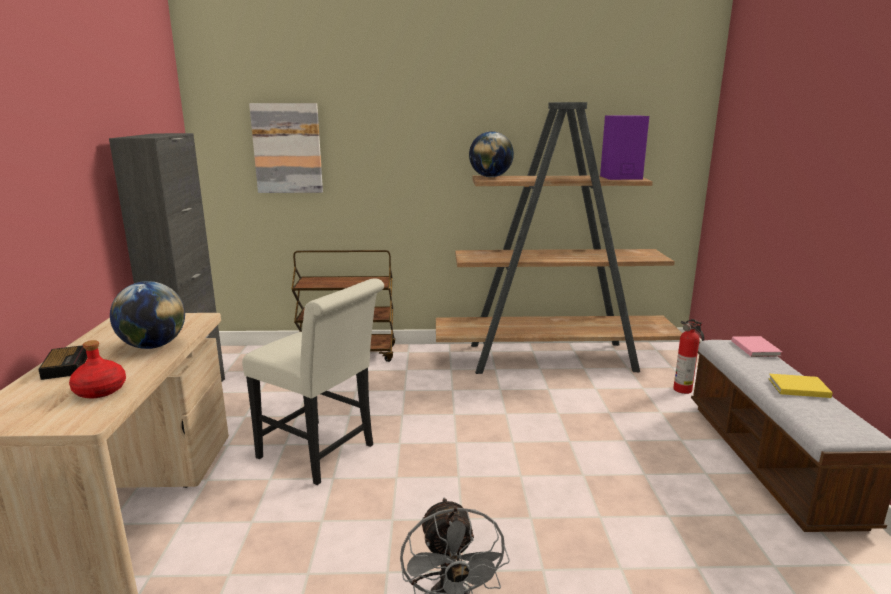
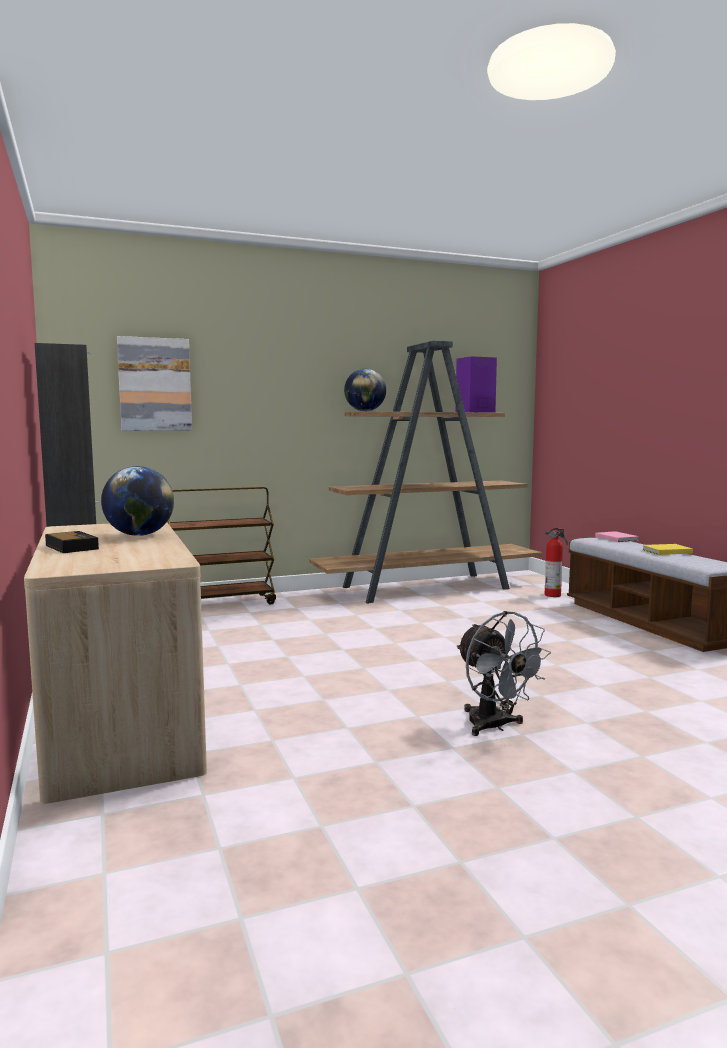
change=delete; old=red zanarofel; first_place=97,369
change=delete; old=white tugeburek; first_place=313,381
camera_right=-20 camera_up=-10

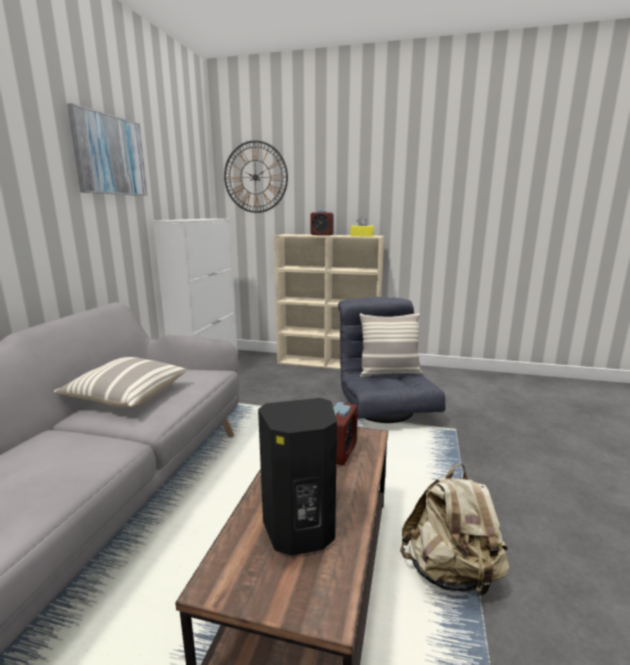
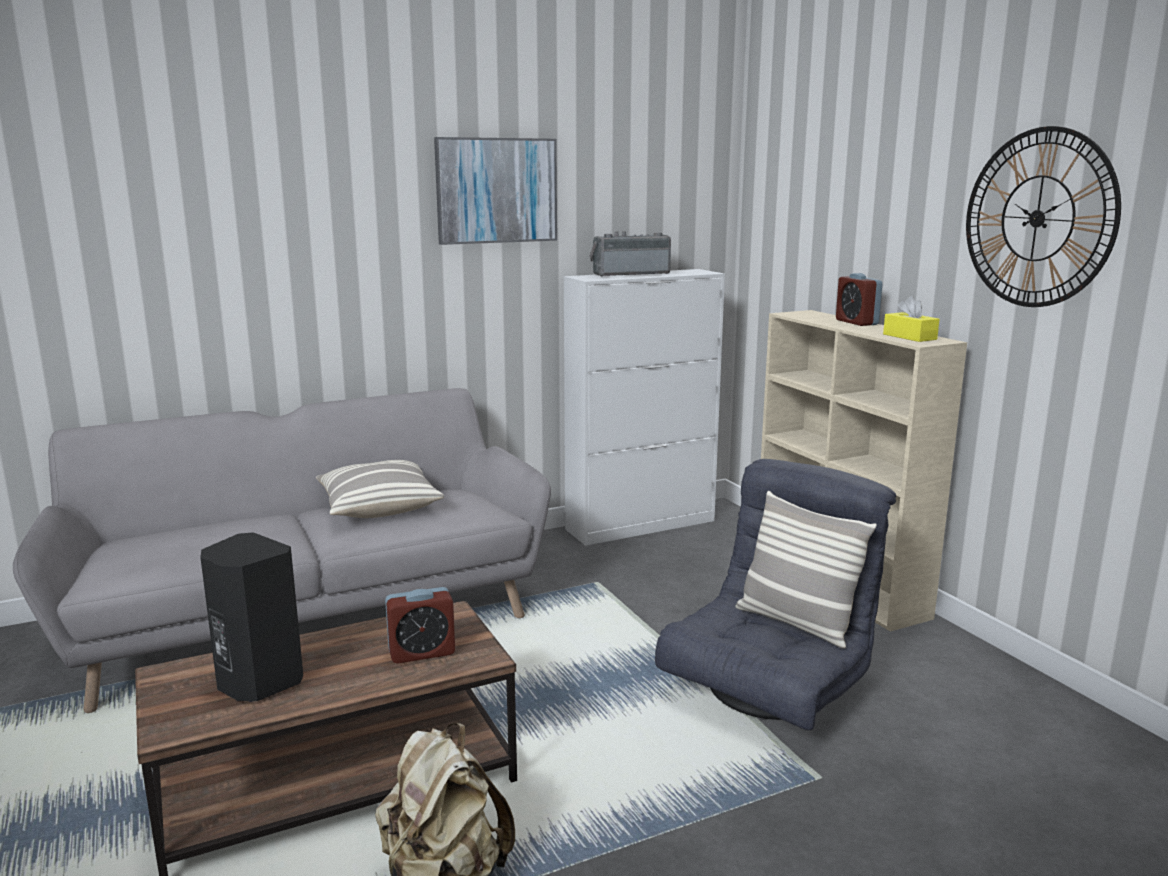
change=insert; new=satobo; second_place=630,254
change=move; old=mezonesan; first_place=256,176; second_place=1043,216
camera_right=50 camera_up=0

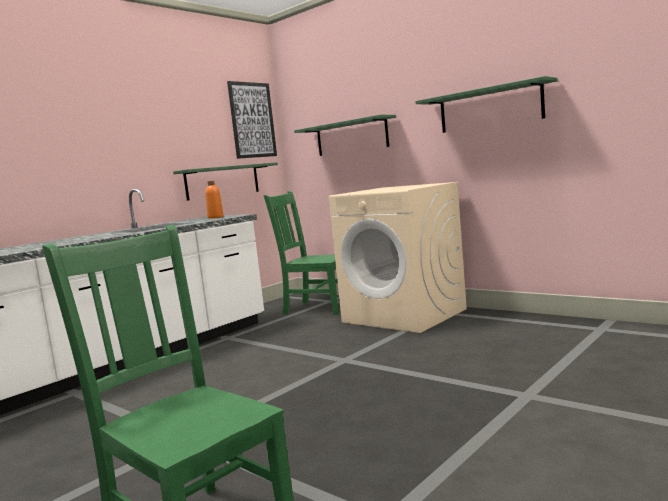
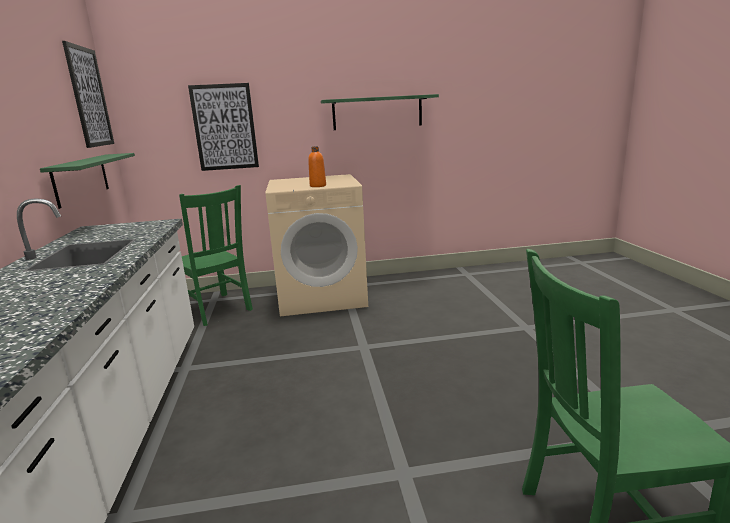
change=rotate; old=green tugeburek; first_place=301,253; second_place=216,255; degrees=-105
change=replace; old=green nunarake; new=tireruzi; first_place=345,135; second_place=223,127
change=move; old=orange zanarofel; first_place=214,200; second_place=317,166
camera_right=-50 camera_up=10

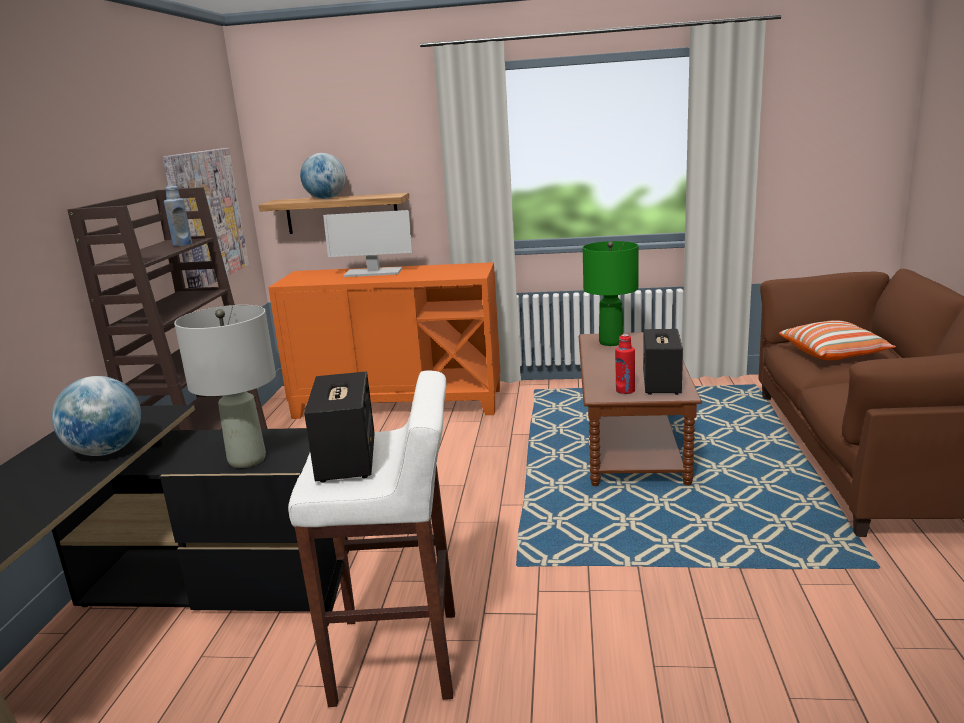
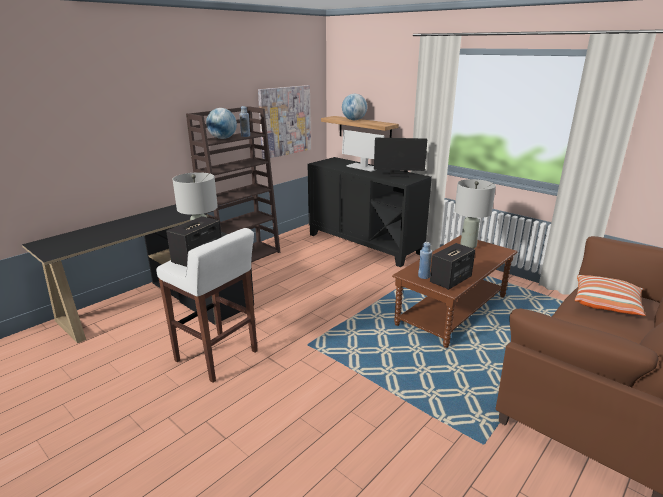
change=move; old=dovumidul; first_place=96,416; second_place=221,123
change=recolor; old=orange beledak; new=black beledak; first_place=384,340; second_place=369,212
change=insert; new=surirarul; second_place=400,157
change=recolor; old=red zanarofel; new=blue zanarofel; first_place=625,364; second_place=425,260
change=recolor; old=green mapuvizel; new=grey mapuvizel; first_place=611,293; second_place=475,214
camera_right=35 camera_up=5

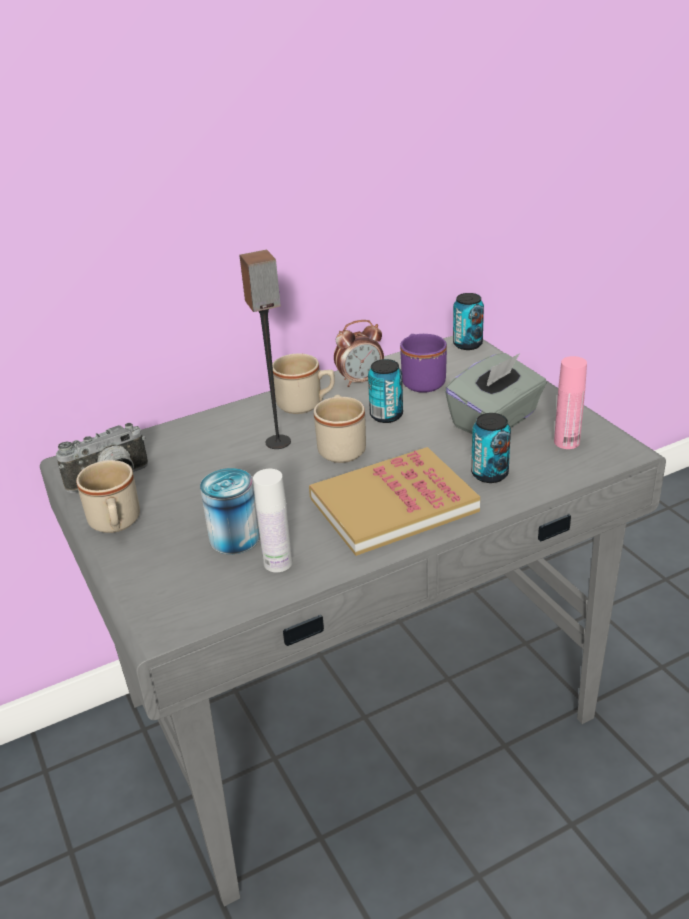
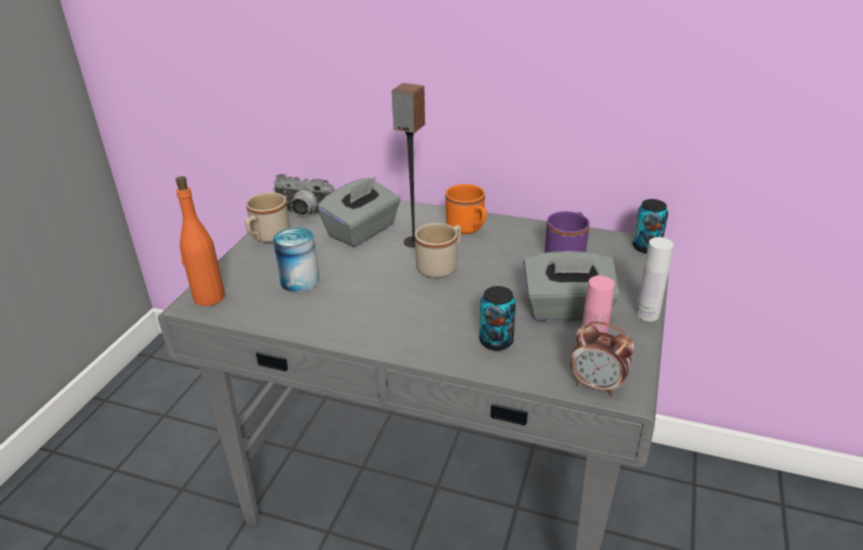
change=insert; new=orange zanarofel; second_place=200,241
change=insert; new=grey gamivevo; second_place=359,212
change=recolor; old=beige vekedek; new=orange vekedek; first_place=303,383; second_place=466,209
change=move; old=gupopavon; first_place=359,353; second_place=602,358
change=move; old=white zanarofel; first_place=273,520; second_place=655,279
change=delete; old=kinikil; first_place=394,501
change=delete; old=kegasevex; first_place=385,391
camera_right=45 camera_up=0

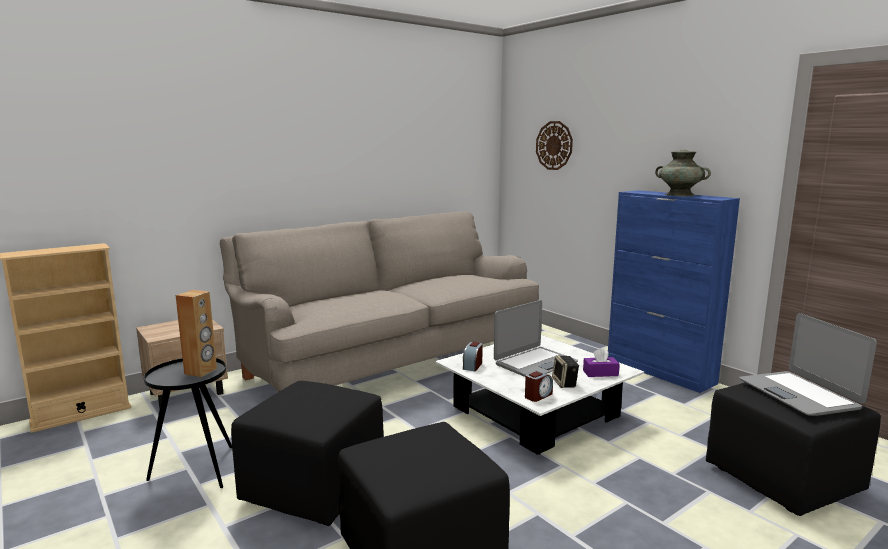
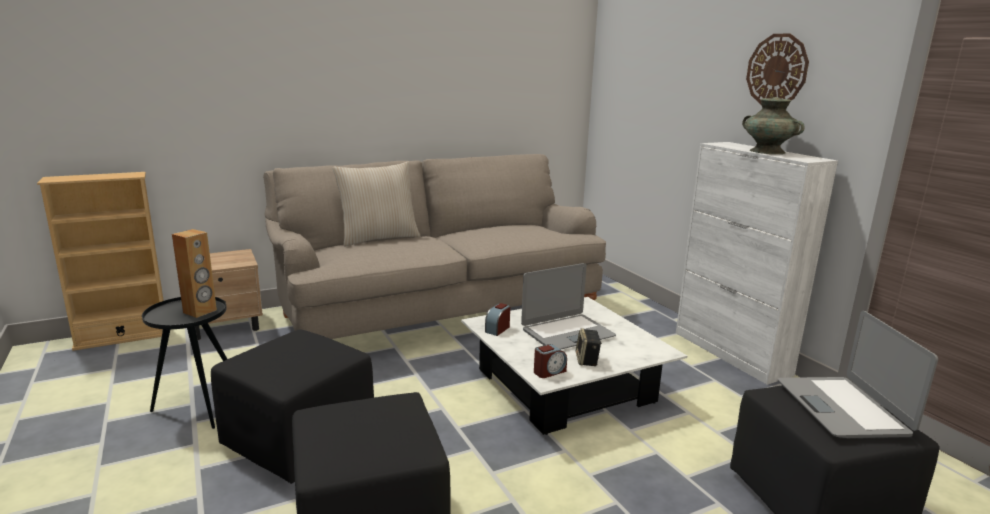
change=insert; new=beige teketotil; second_place=376,203
change=recolor; old=blue beledak; new=white beledak; first_place=674,291; second_place=757,263
change=move; old=mezonesan; first_place=554,145; second_place=777,68
change=delete; old=purple gamivevo; first_place=601,362
camera_right=10 camera_up=5

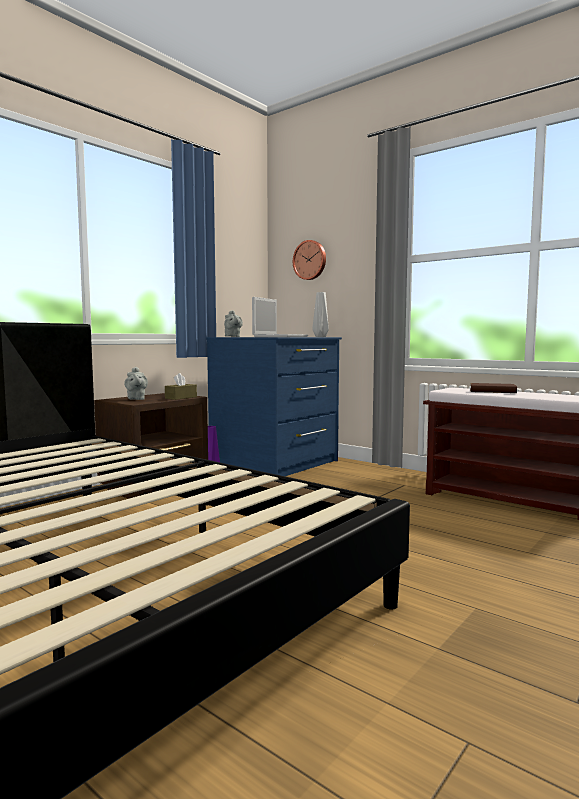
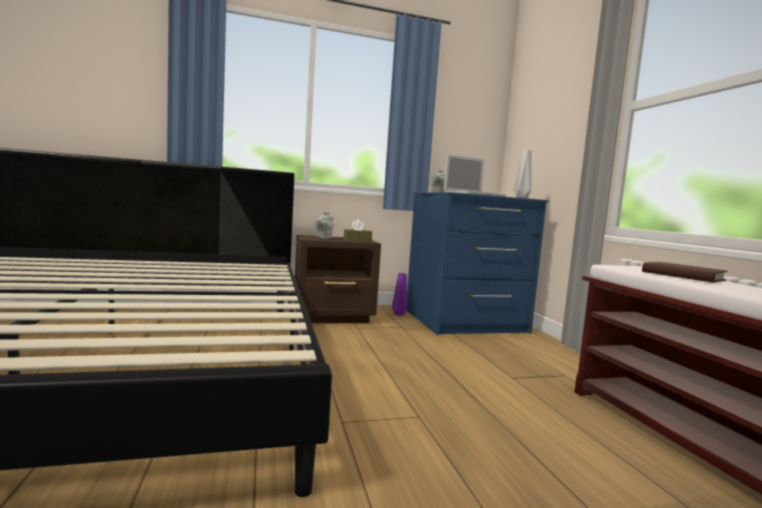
change=delete; old=mezonesan; first_place=309,260
camera_right=35 camera_up=0

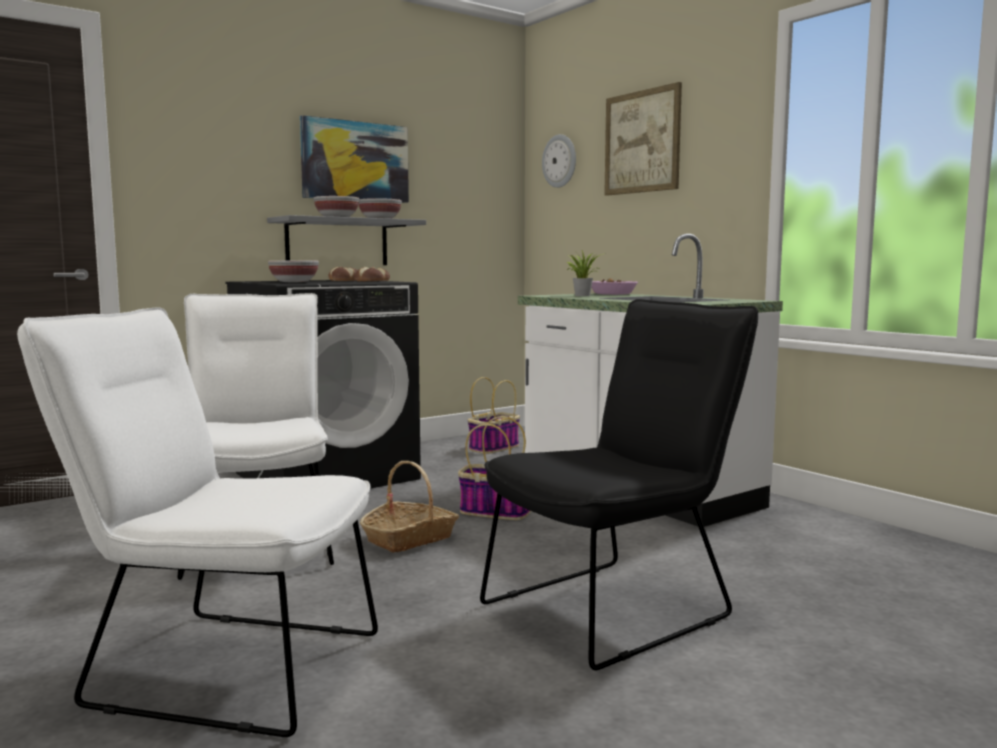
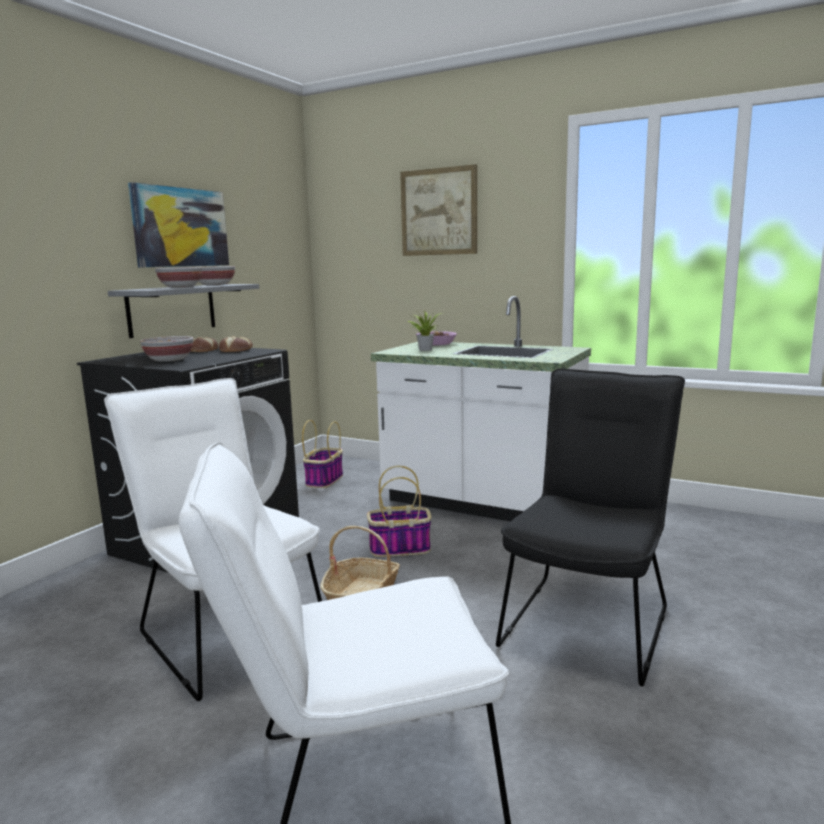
change=delete; old=mezonesan; first_place=559,161
camera_right=-25 camera_up=5

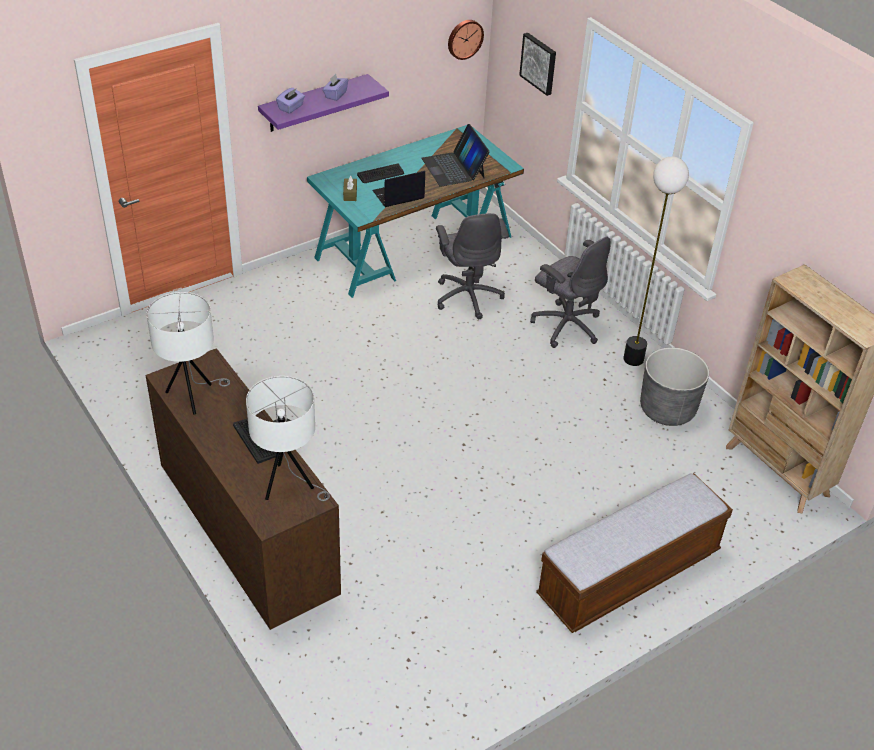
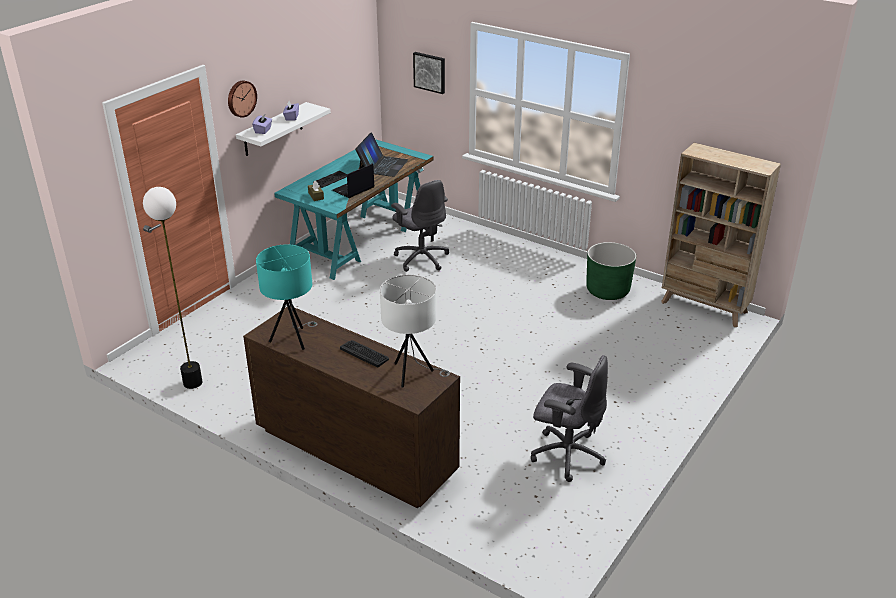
change=move; old=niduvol; first_place=656,261; second_place=173,288
change=move; old=mezonesan; first_place=466,40; second_place=242,99
change=recolor; old=purple nunarake; new=white nunarake; first_place=323,103; second_place=283,129
change=recolor; old=white mapuvizel; new=turquoise mapuvizel; first_place=188,353; second_place=286,297
change=rotate; old=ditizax; first_place=455,155; second_place=381,154; degrees=-120
change=move; old=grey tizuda; first_place=570,292; second_place=569,418
change=recolor; old=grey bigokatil; new=green bigokatil; first_place=674,386; second_place=611,271
change=delete; old=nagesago; first_place=634,553
camera_right=-20 camera_up=-10

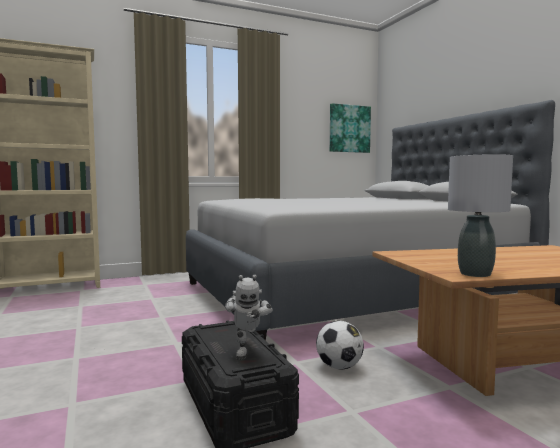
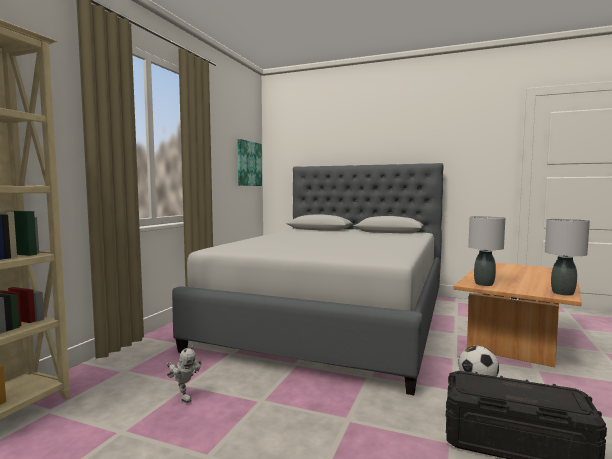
change=move; old=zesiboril; first_place=249,317; second_place=183,374
change=insert; new=grey mapuvizel; second_place=486,251
camera_right=-45 camera_up=0

